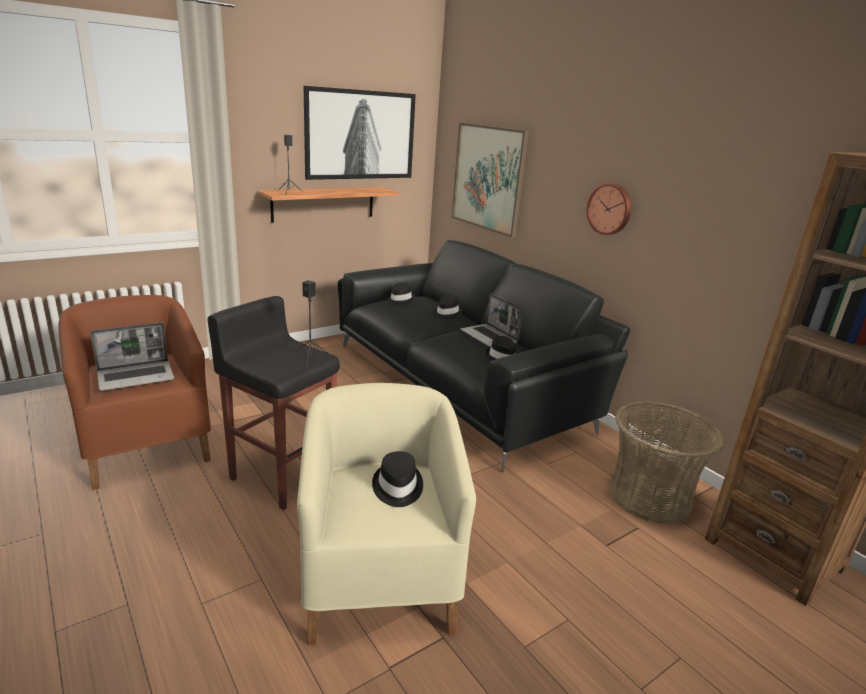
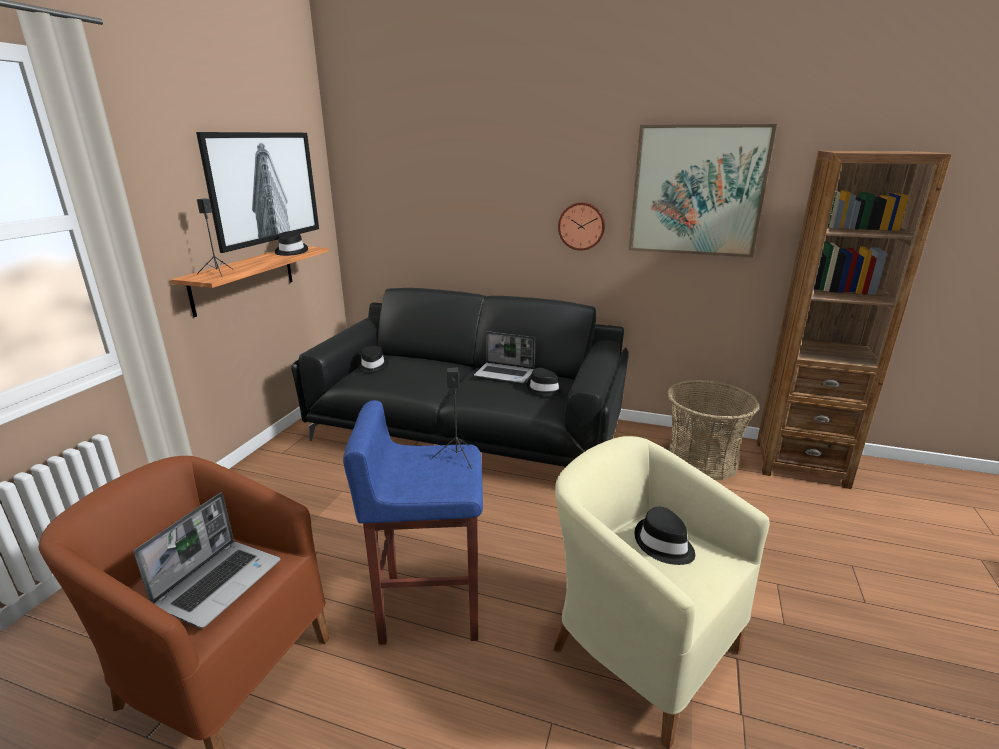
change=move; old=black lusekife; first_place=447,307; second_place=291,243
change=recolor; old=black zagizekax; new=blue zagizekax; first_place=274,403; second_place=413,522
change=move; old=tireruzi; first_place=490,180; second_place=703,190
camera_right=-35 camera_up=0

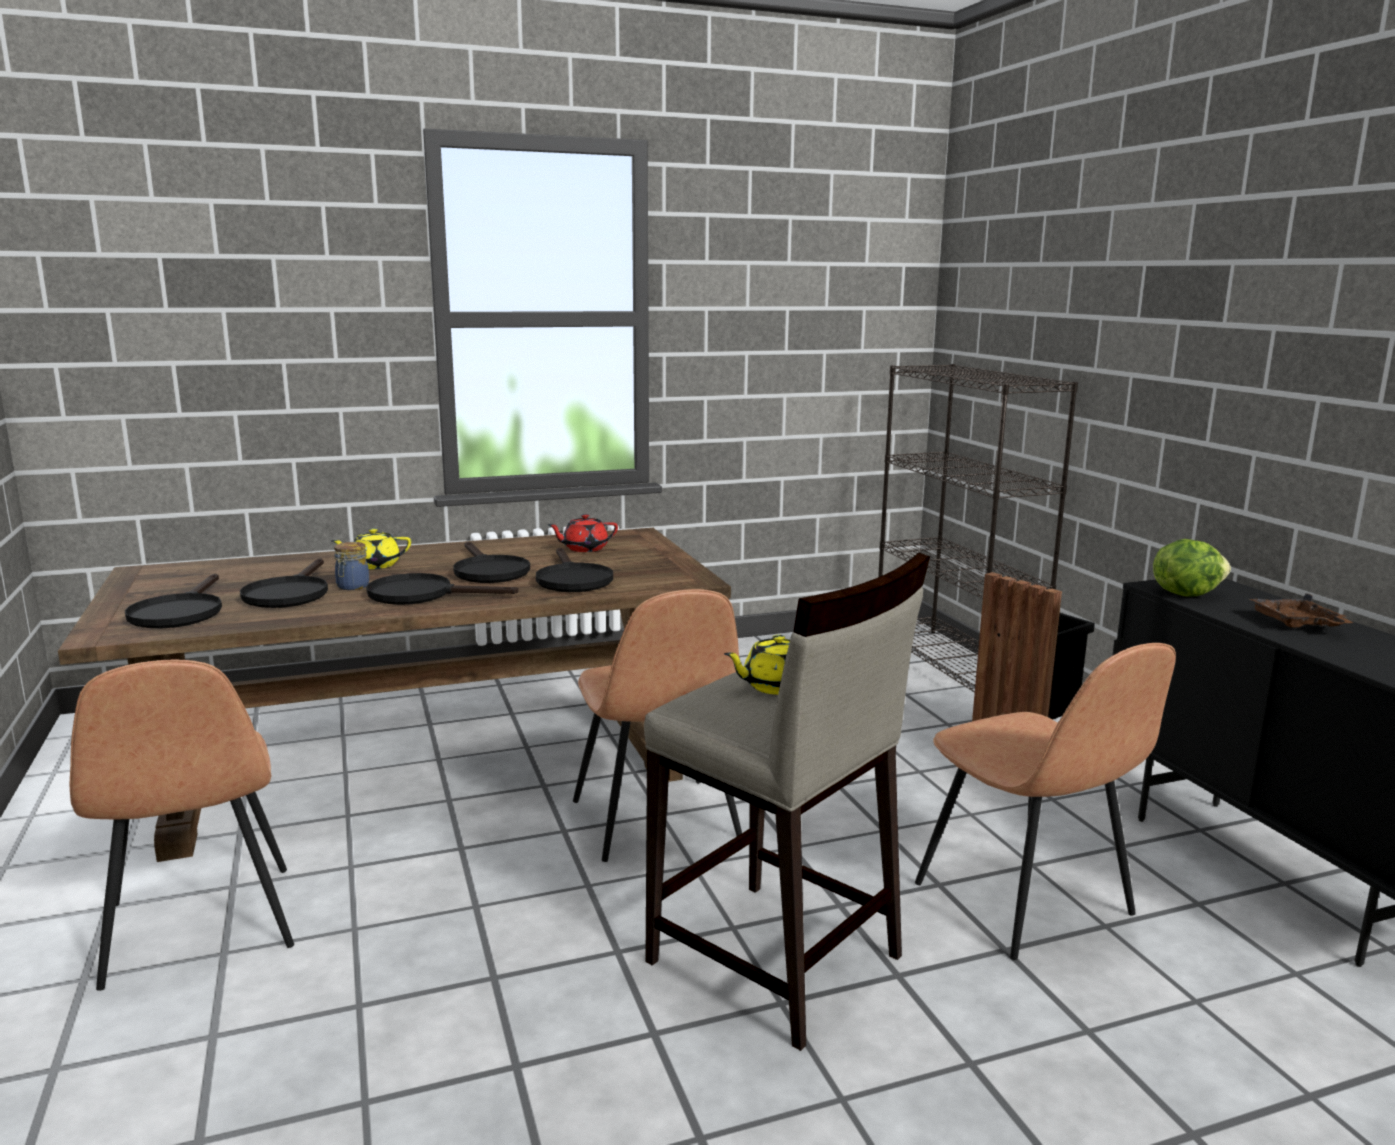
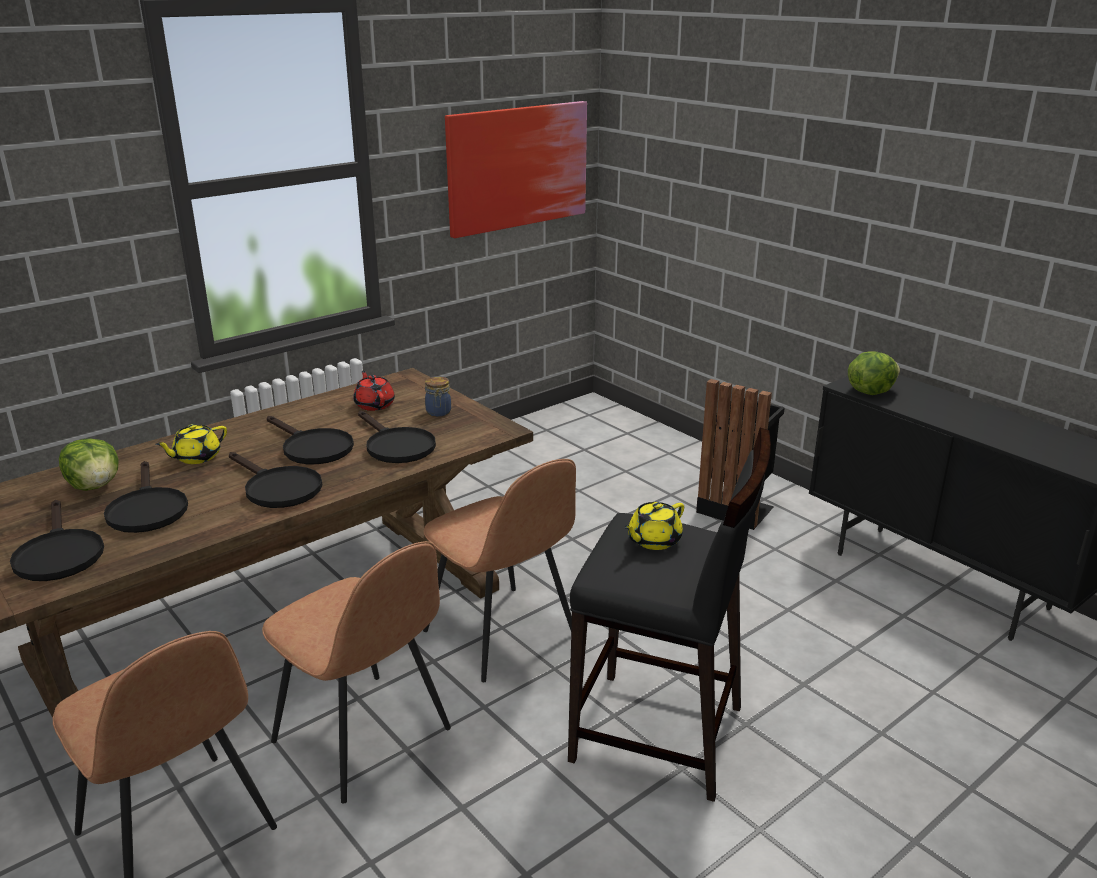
change=insert; new=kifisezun; second_place=89,464
change=rotate; old=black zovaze; first_place=442,589; second_place=275,480; degrees=-120
change=move; old=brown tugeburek; first_place=1045,801; second_place=356,672
change=rotate; old=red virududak; first_place=583,533; second_place=374,391; degrees=105
change=move; old=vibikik; first_place=351,566; second_place=438,397
change=insert; new=tireruzi; second_place=516,169
change=recolor; old=beige zagizekax; new=black zagizekax; first_place=787,802; second_place=669,615
change=delete; old=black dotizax; first_place=978,528
change=delete; old=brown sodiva; first_place=1302,610
camera_right=-20 camera_up=10

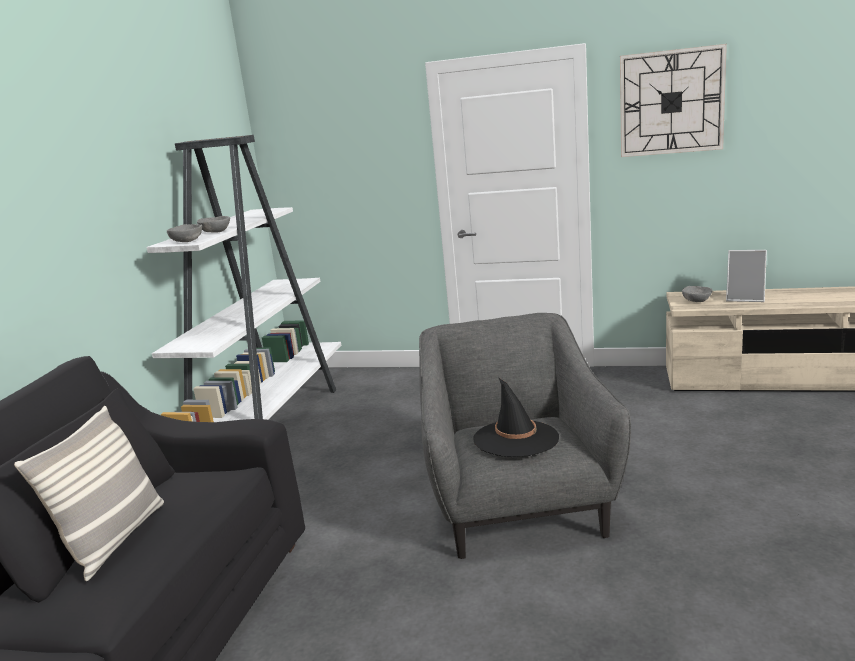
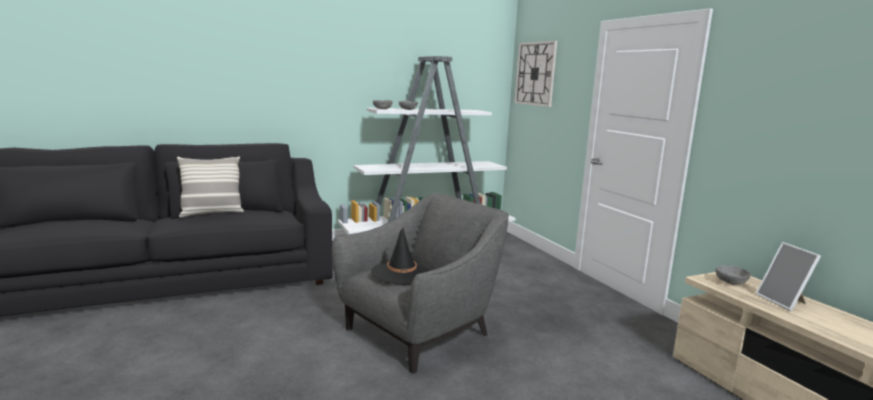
change=move; old=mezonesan; first_place=673,100; second_place=535,73
camera_right=50 camera_up=-5

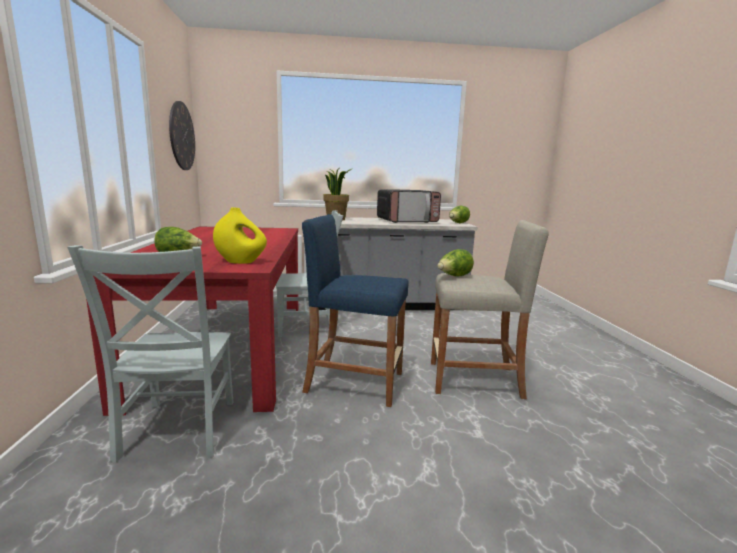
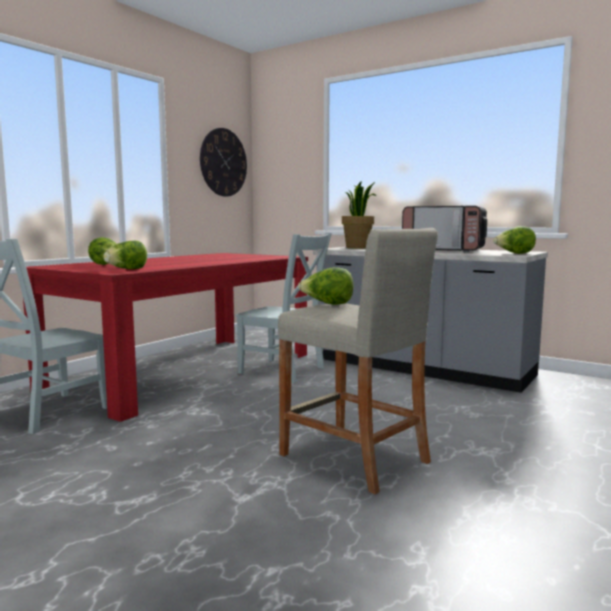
change=replace; old=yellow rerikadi; new=kifisezun; first_place=240,235; second_place=125,255
change=delete; old=blue zagizekax; first_place=355,310
camera_right=40 camera_up=-5

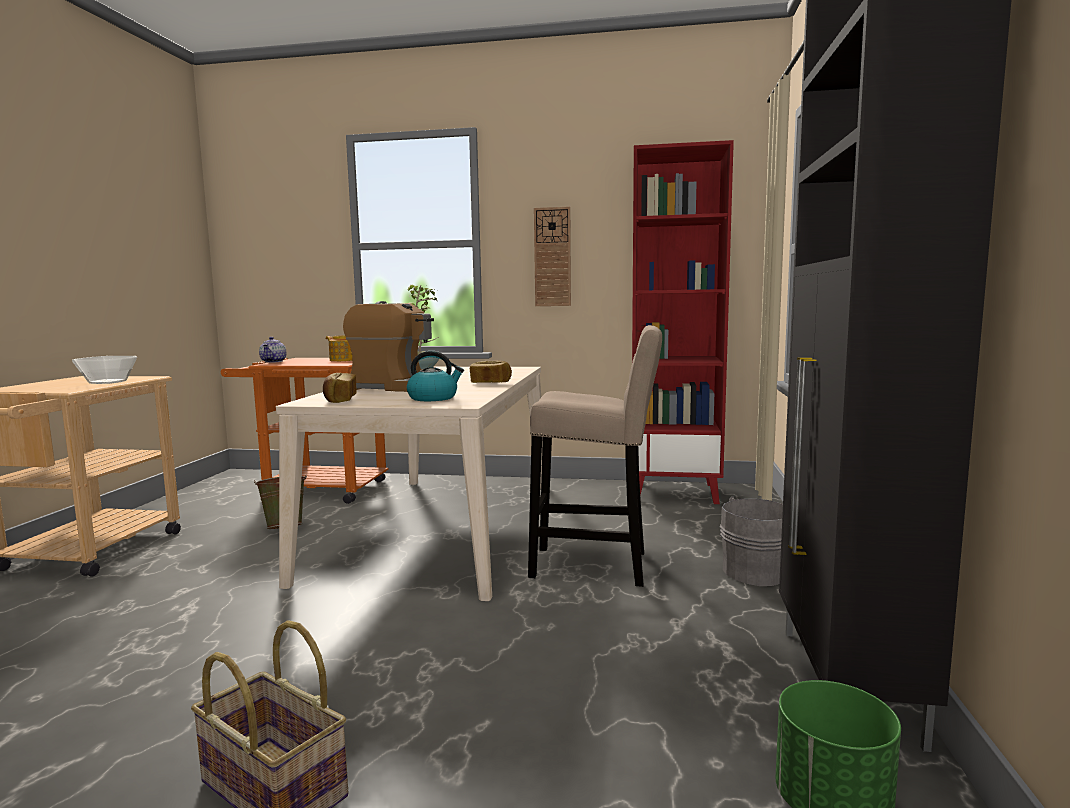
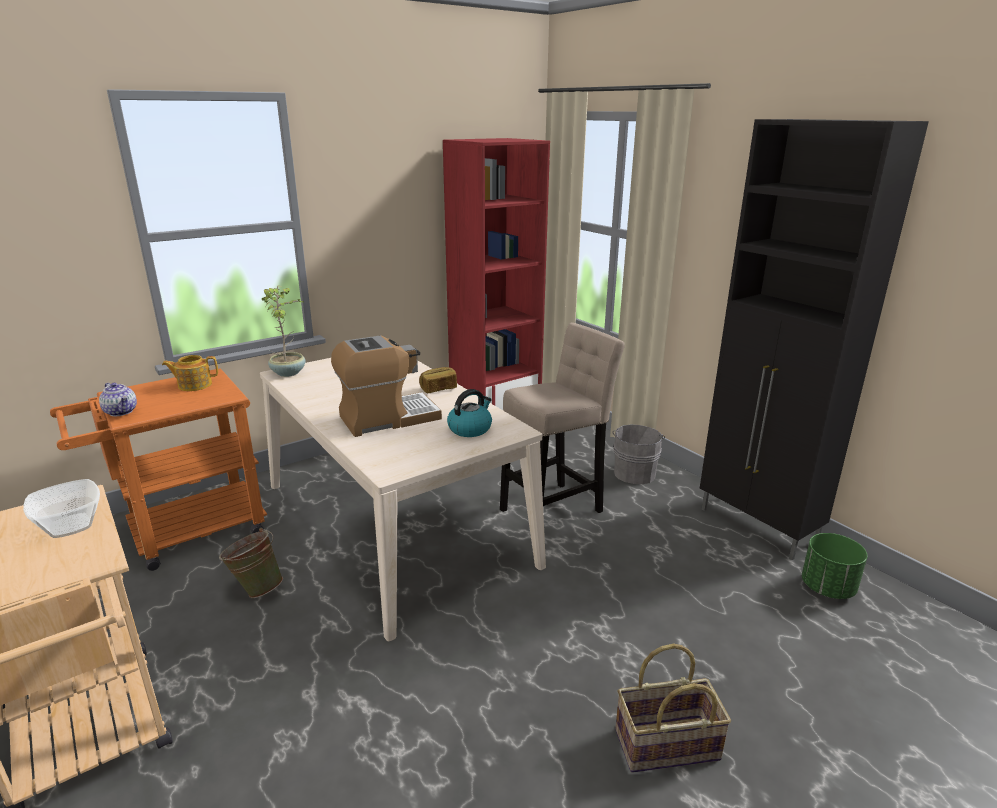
change=delete; old=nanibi; first_place=340,388
change=delete; old=mezonesan; first_place=552,256
camera_right=-45 camera_up=15

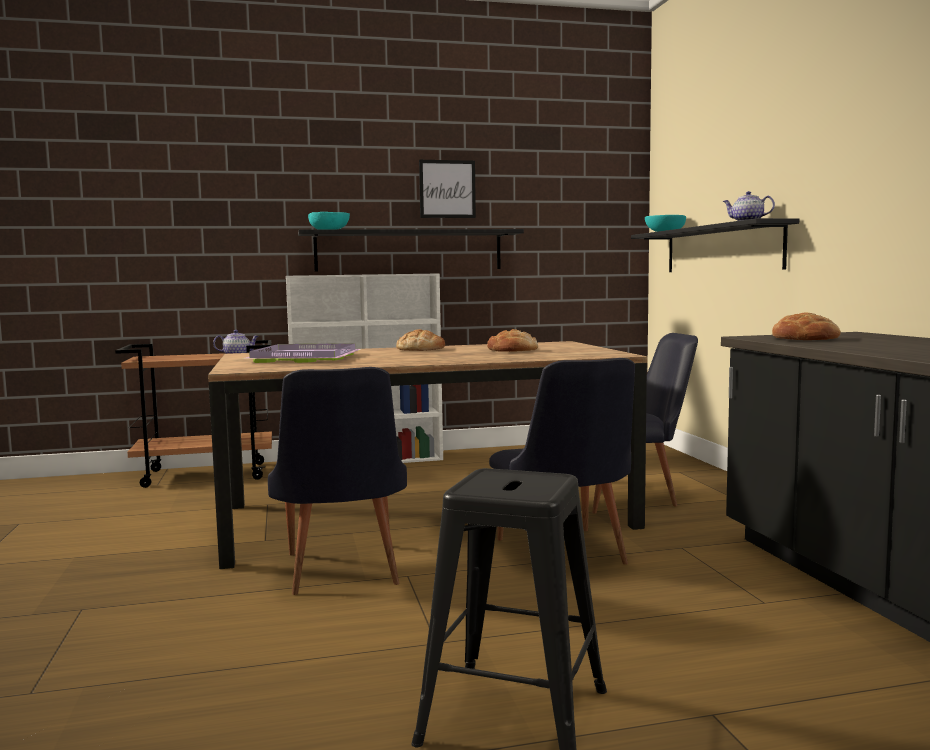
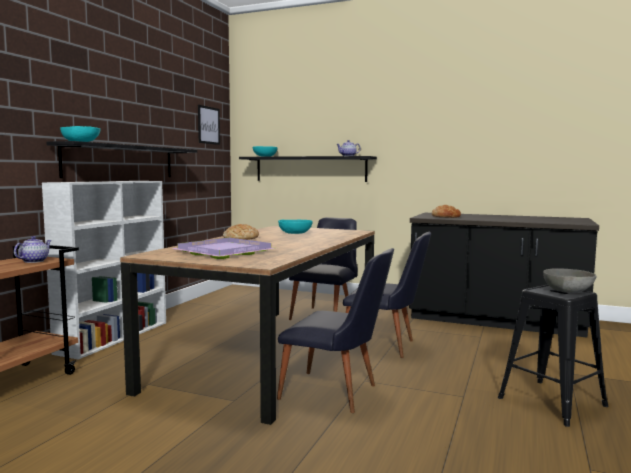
change=move; old=tireruzi; first_place=447,189; second_place=209,125
change=replace; old=nanibi; new=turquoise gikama; first_place=512,340; second_place=295,227
change=insert; new=grey gikama; second_place=570,280
camera_right=-55 camera_up=0

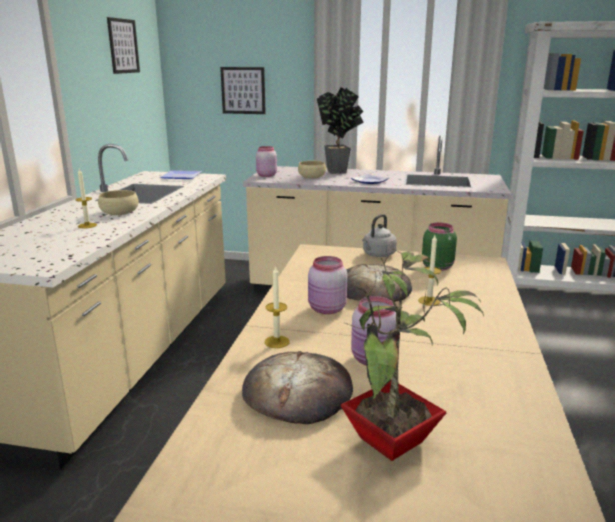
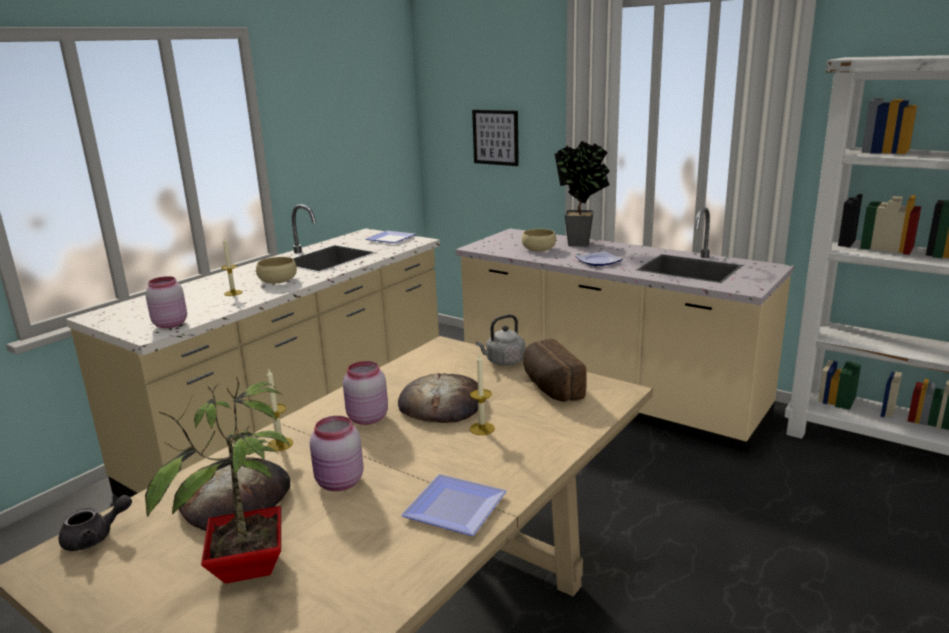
change=insert; new=grey virududak; second_place=95,523
change=move; old=pink vibikik; first_place=266,161; second_place=166,302
change=insert; new=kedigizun; second_place=454,505
change=replace; old=green vibikik; new=nanibi; first_place=439,246; second_place=555,370
change=delete; old=tireruzi; first_place=123,45
camera_right=25 camera_up=0

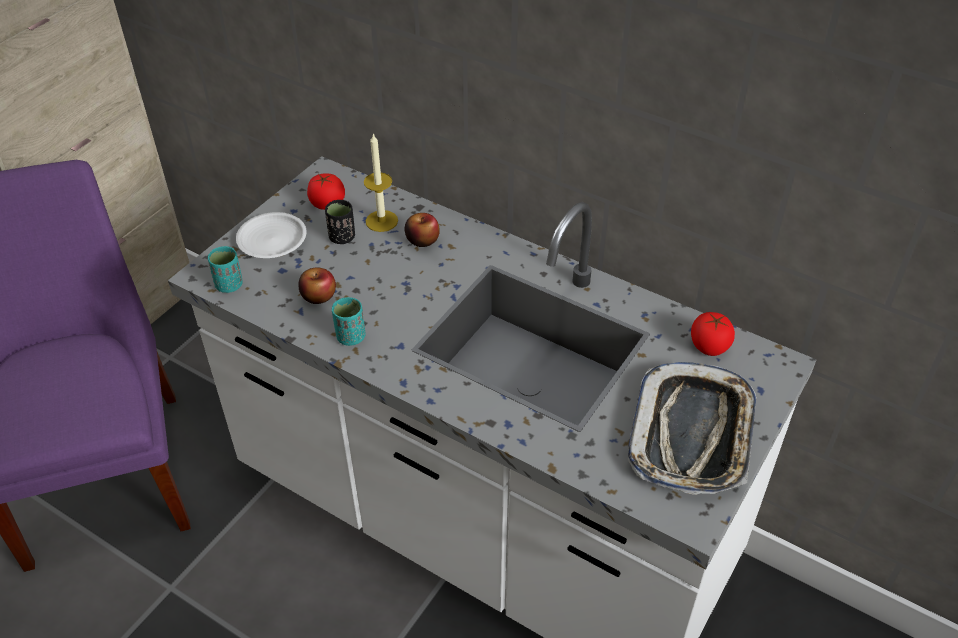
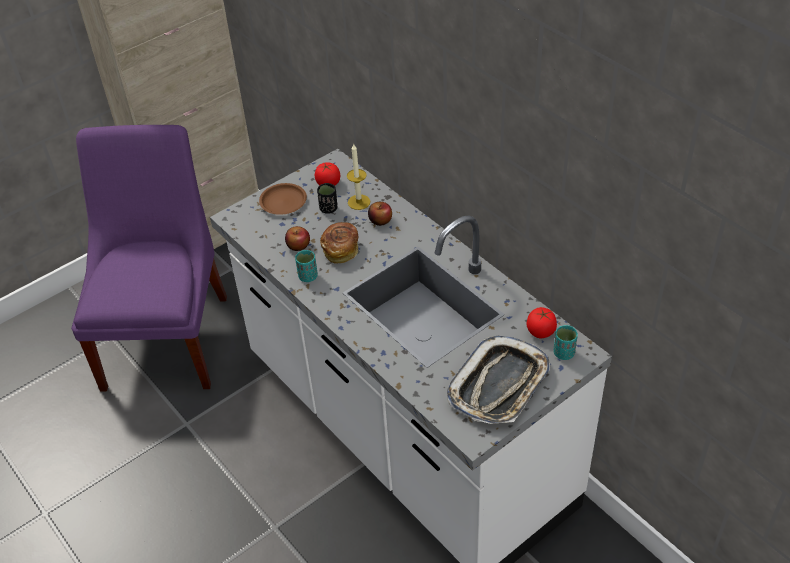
change=recolor; old=white kedigizun; new=brown kedigizun; first_place=271,235; second_place=283,199
change=insert; new=nanibi; second_place=339,242
change=move; old=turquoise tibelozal; first_place=225,269; second_place=566,342
camera_right=20 camera_up=0

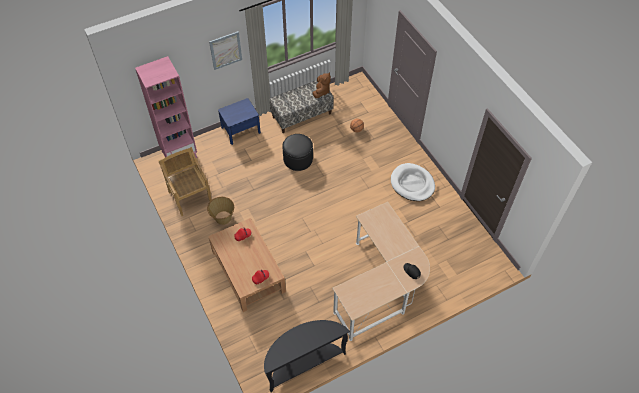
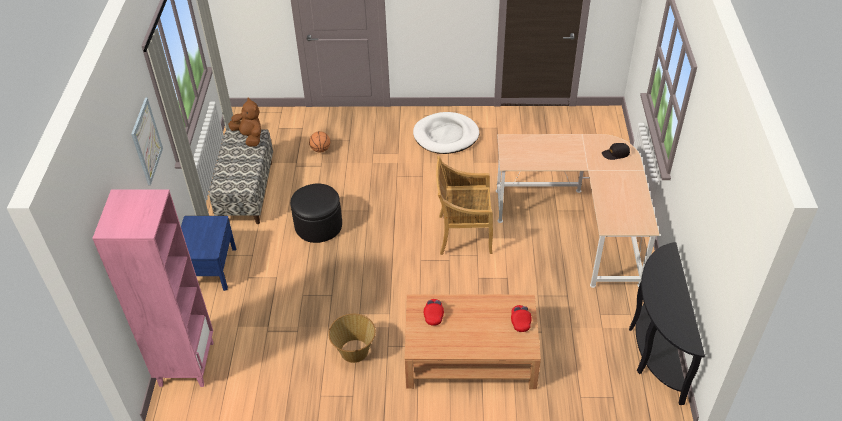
change=move; old=beige tugeburek; first_place=185,181; second_place=464,205
camera_right=-60 camera_up=-10

